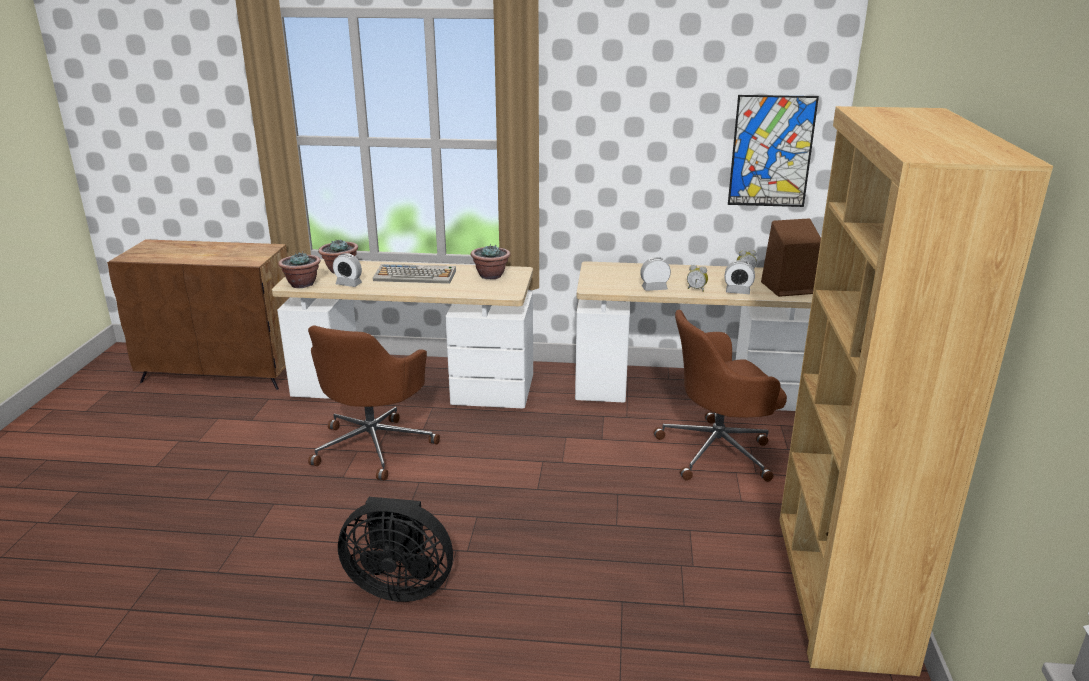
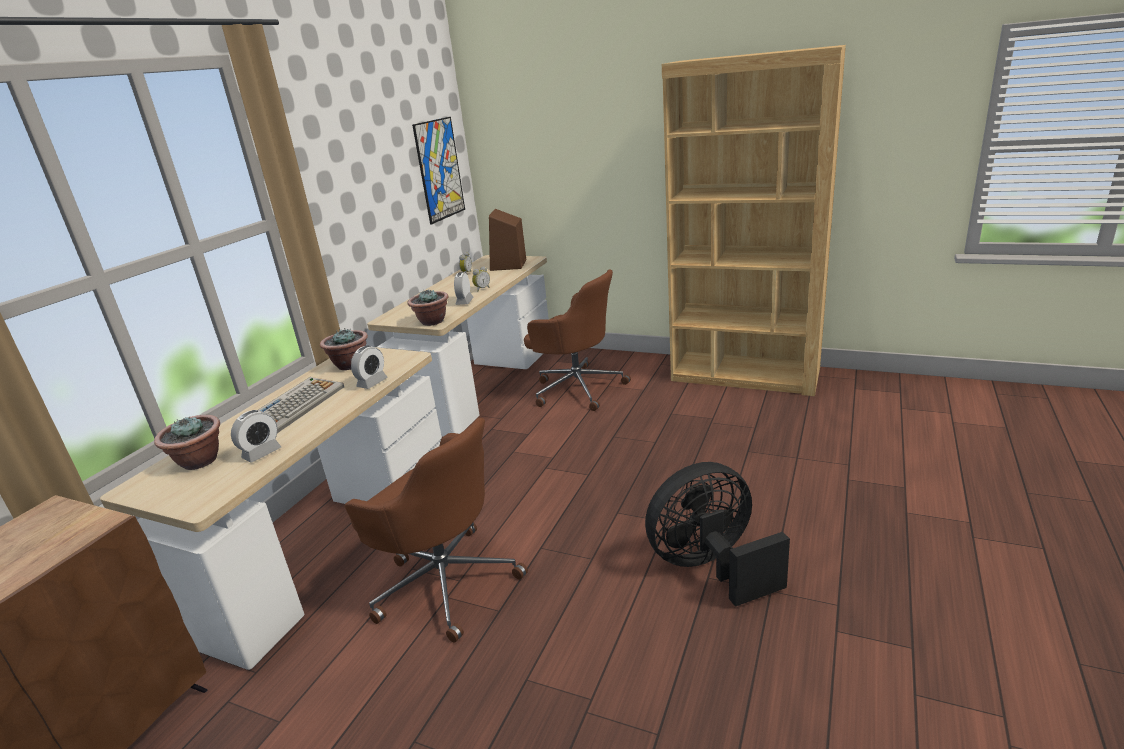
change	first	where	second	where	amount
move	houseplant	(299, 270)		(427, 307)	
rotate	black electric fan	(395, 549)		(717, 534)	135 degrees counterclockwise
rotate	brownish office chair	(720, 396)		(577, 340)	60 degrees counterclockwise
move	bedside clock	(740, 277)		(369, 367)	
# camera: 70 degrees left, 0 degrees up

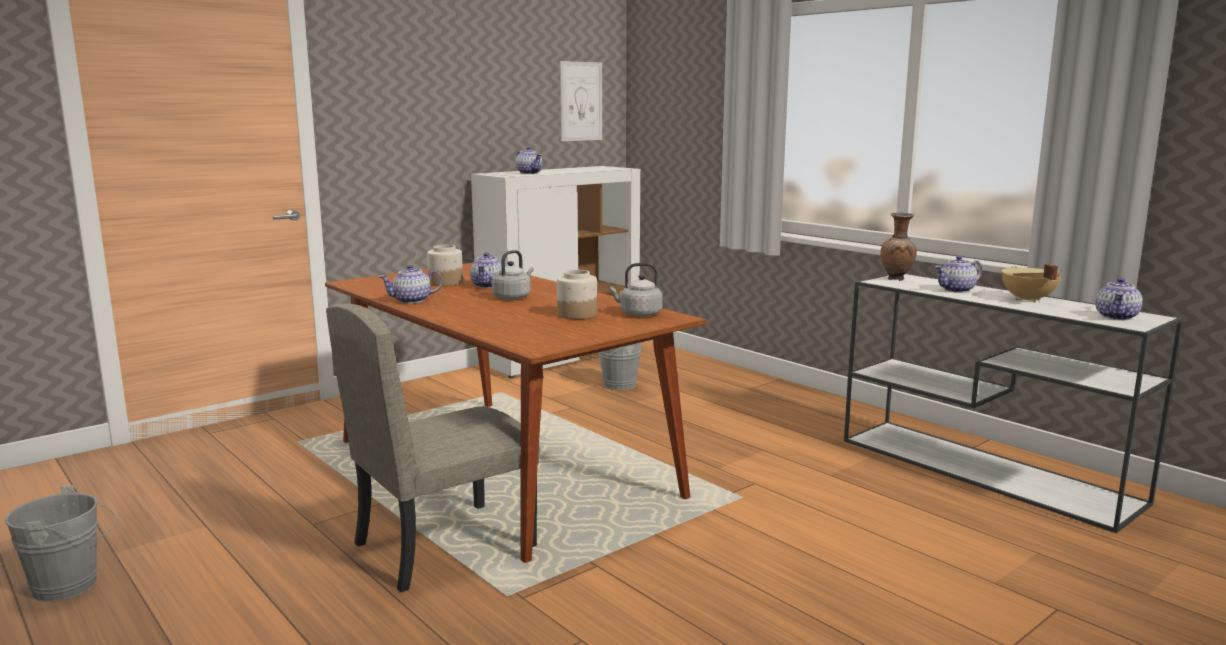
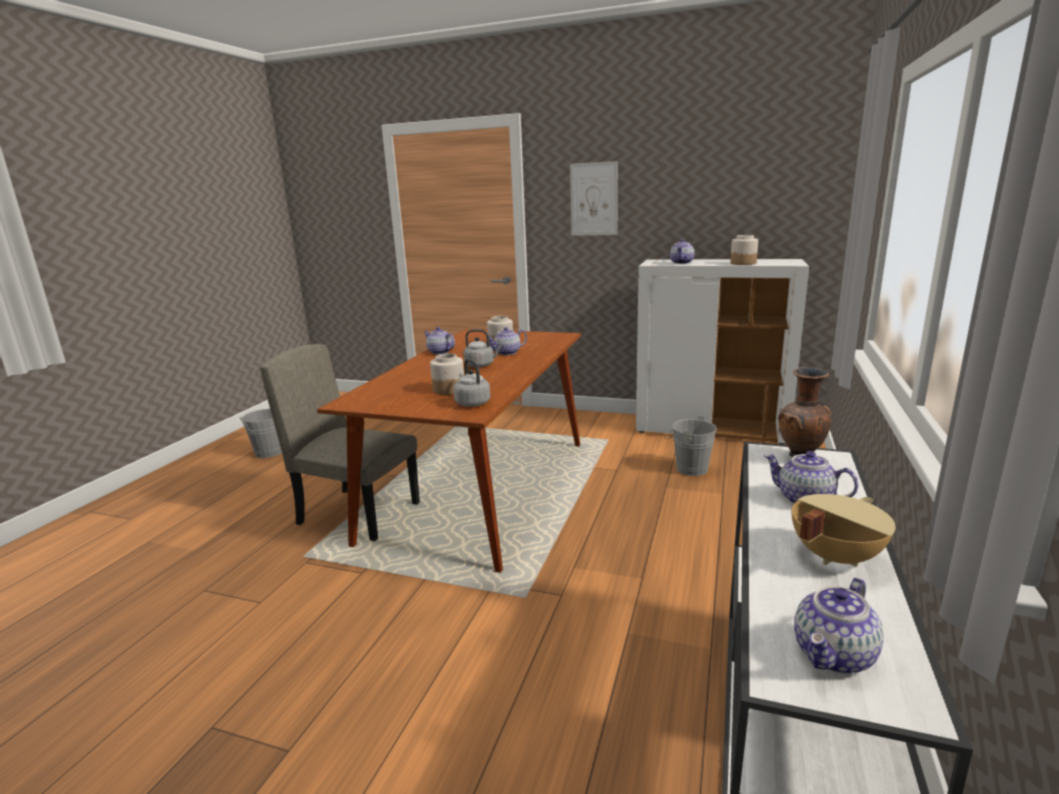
change	first	where	second	where	amount
move	wall picture	(581, 101)		(594, 198)	
rotate	pot for tea	(1119, 299)		(839, 626)	45 degrees counterclockwise
insert			preserve jar	(744, 250)	
# camera: 60 degrees right, 5 degrees up

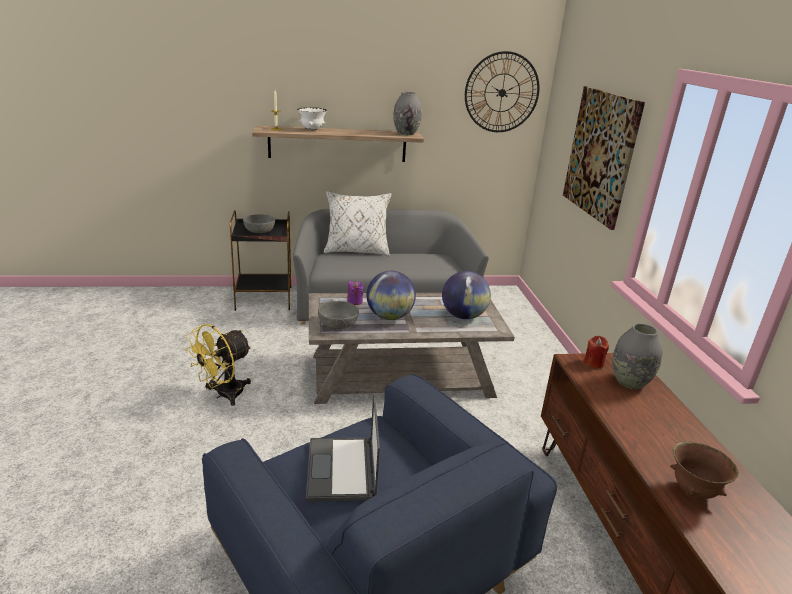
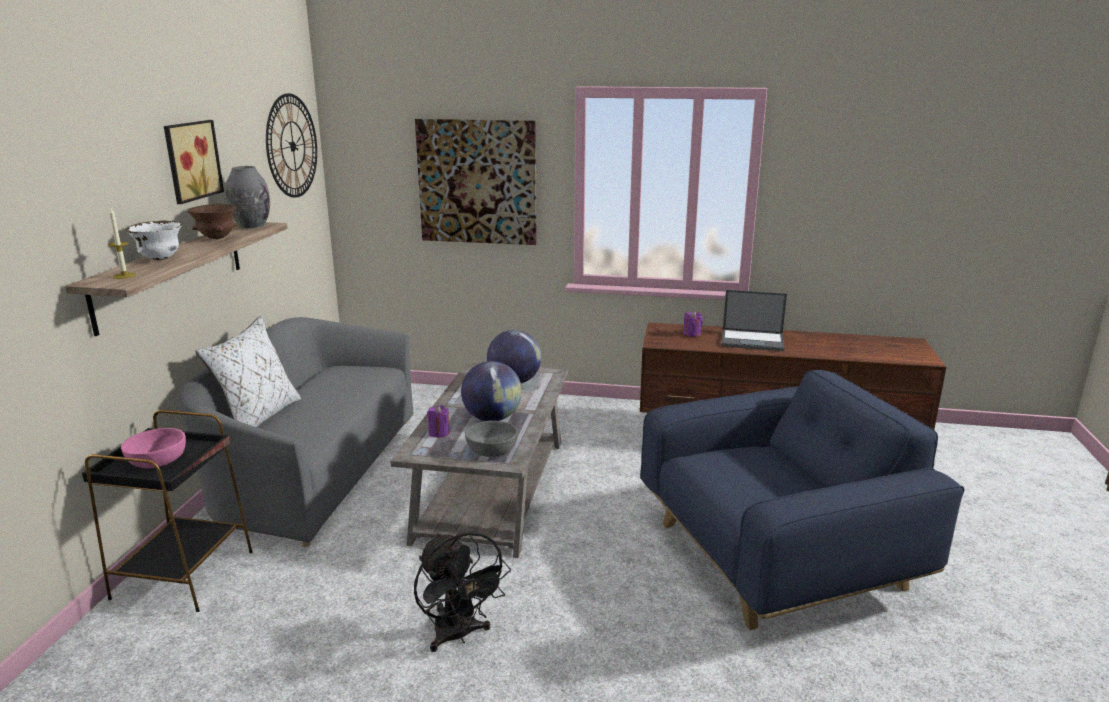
change	first	where	second	where	amount
recolor	yellow-coloured electric fan	(218, 365)	black electric fan	(462, 592)	
recolor	greyish deep dish	(259, 223)	pink deep dish	(153, 448)	
move	notebook computer	(343, 447)		(754, 320)	
delete	red-coloured wax candle	(596, 352)			
replace	greyish flower vase	(637, 356)	purple wax candle	(693, 324)	
move	brownish deep dish	(704, 470)		(212, 221)	
insert			wall picture	(194, 162)	
# camera: 70 degrees left, 5 degrees down

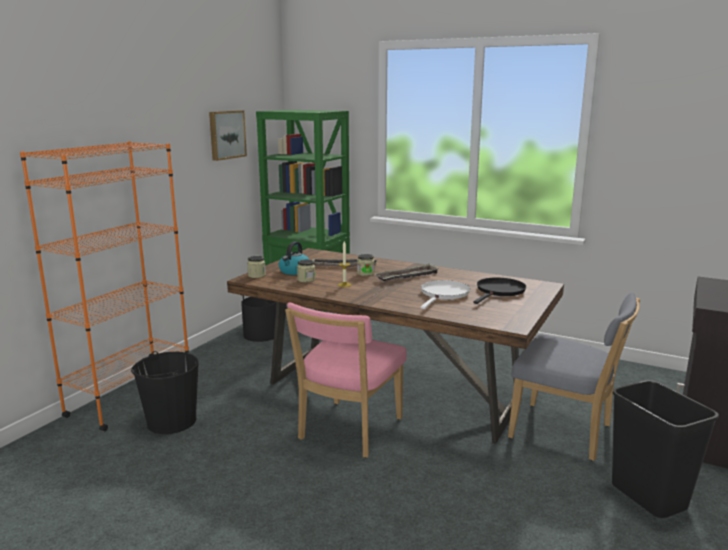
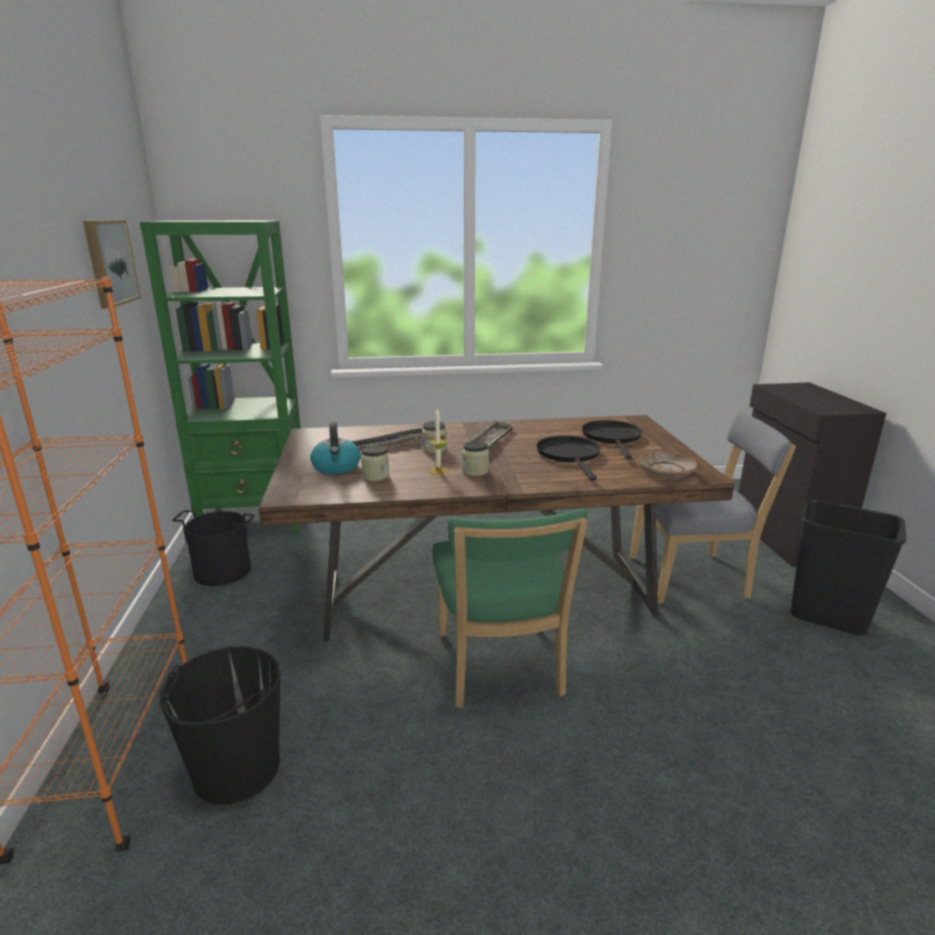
change	first	where	second	where	amount
move	preserve jar	(256, 267)		(475, 458)	
recolor	pink upright chair	(346, 380)	greenish upright chair	(510, 608)	
recolor	whitish frying pan	(445, 294)	black frying pan	(568, 458)	
insert			beige flat dish	(667, 465)	
# camera: 35 degrees left, 5 degrees up

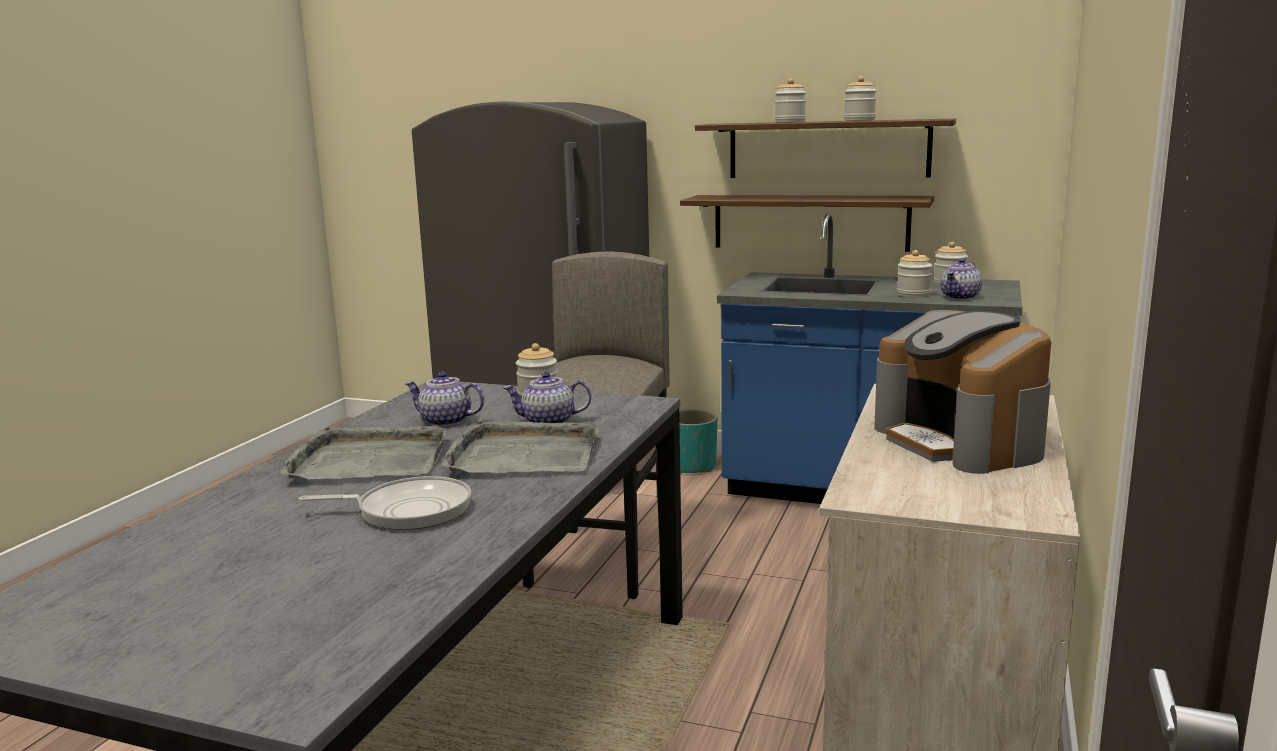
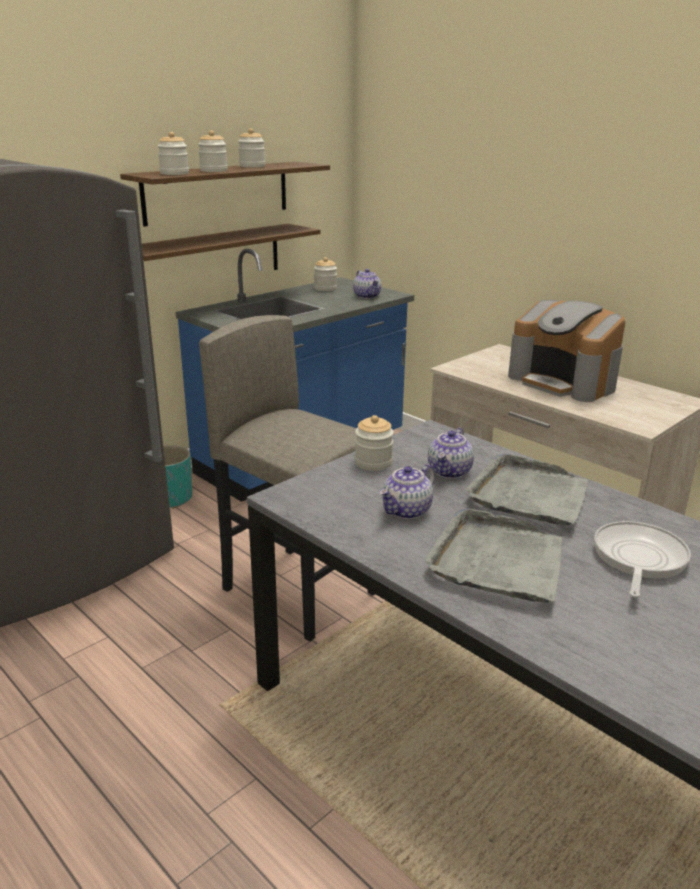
change	first	where	second	where	amount
rotate	coffee machine	(962, 392)		(566, 351)	45 degrees clockwise
move	preserve jar	(914, 273)		(173, 153)	
# camera: 65 degrees left, 10 degrees up

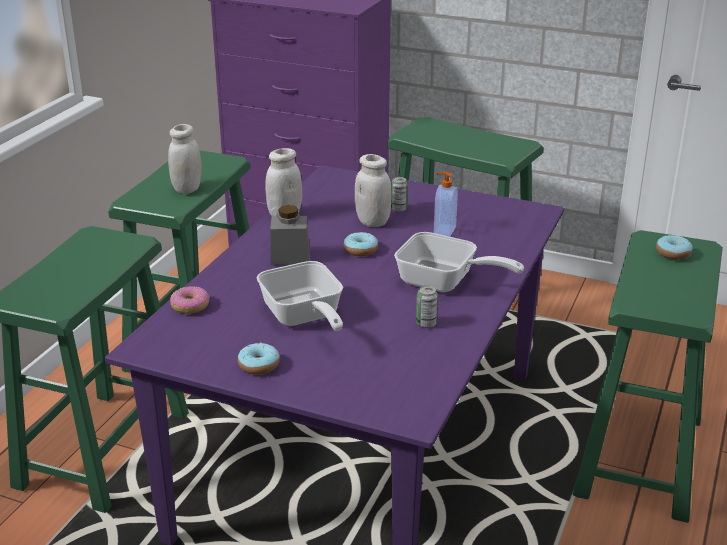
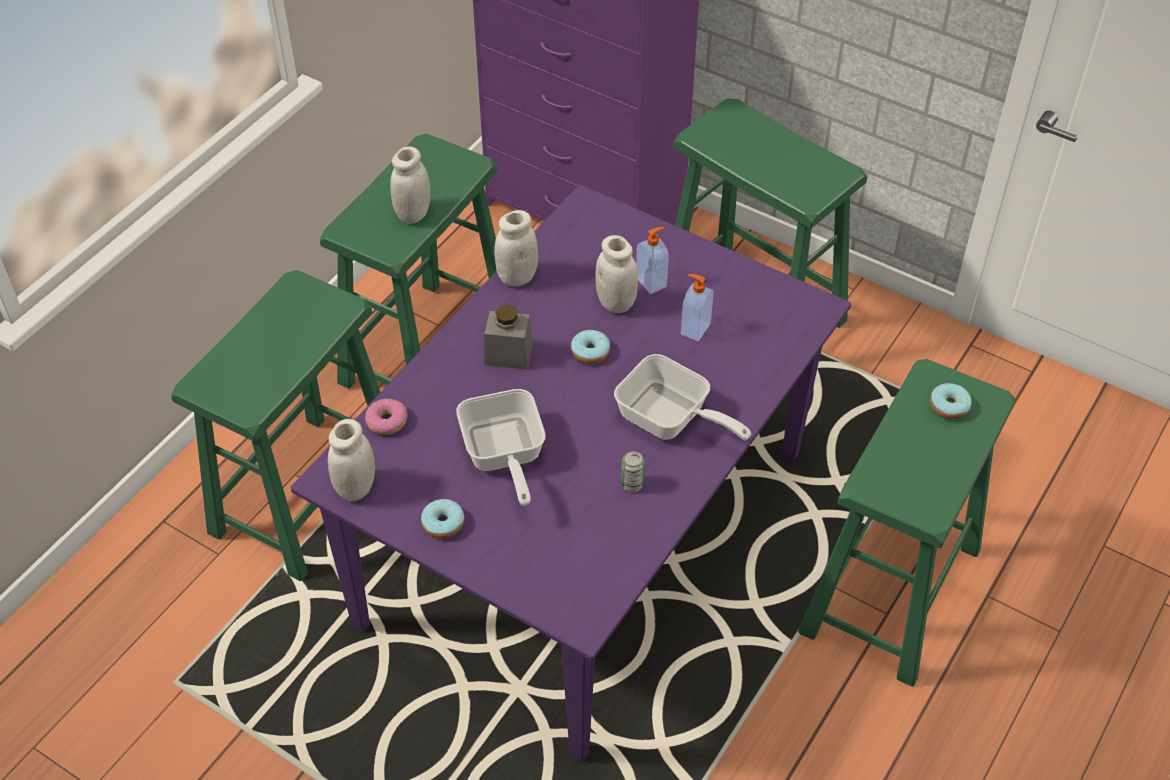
change	first	where	second	where	amount
replace	can	(399, 194)	soap bottle	(652, 260)	
insert			whitish preserve jar	(351, 460)	
# camera: 10 degrees right, 20 degrees up

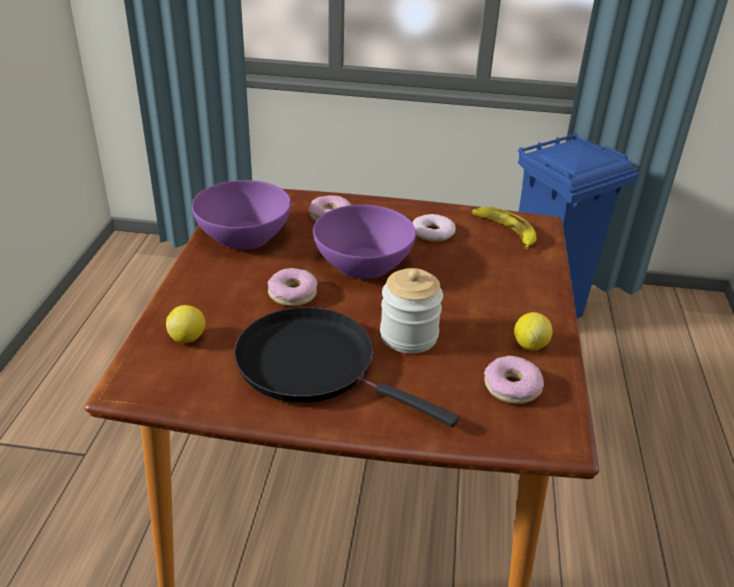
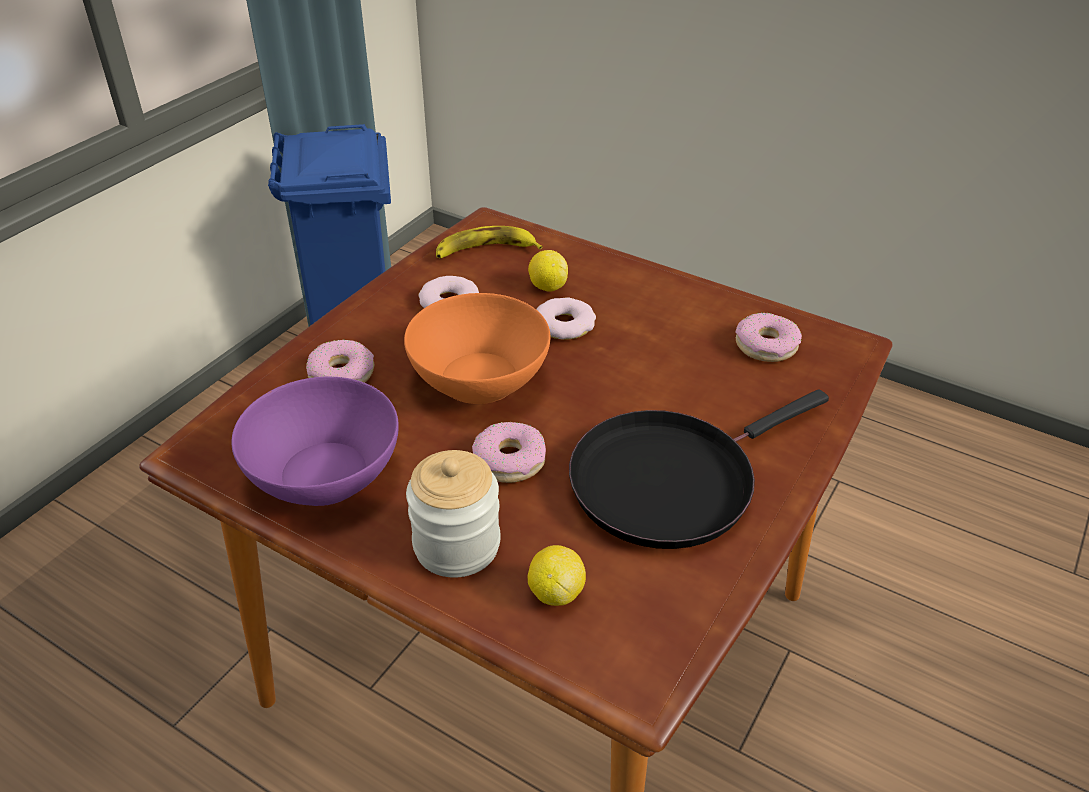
change	first	where	second	where	amount
recolor	purple deep dish	(364, 242)	orange deep dish	(477, 348)	
move	preserve jar	(411, 311)		(453, 514)	
move	citrus fruit	(533, 331)		(548, 271)	
insert			donut	(566, 318)	
# camera: 65 degrees left, 5 degrees up

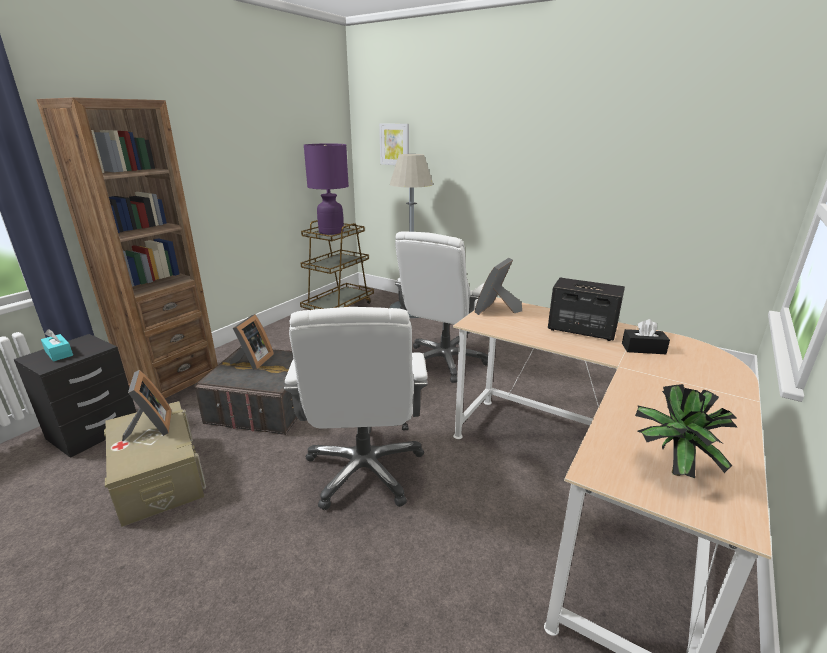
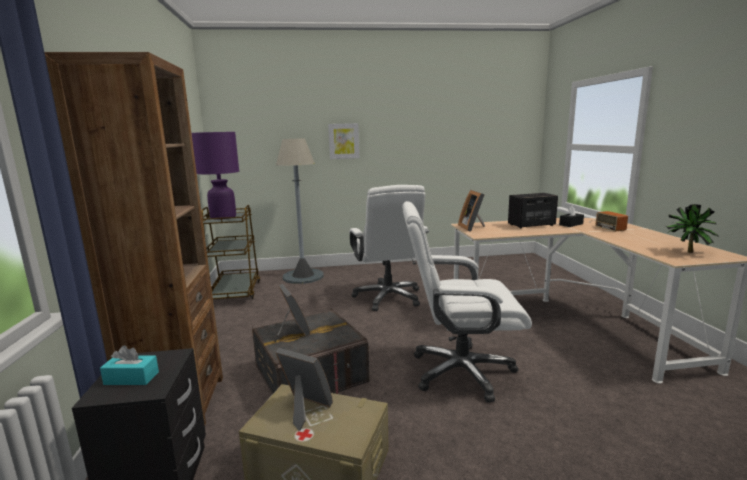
change	first	where	second	where	amount
rotate	whitish office chair	(356, 408)		(467, 301)	135 degrees clockwise
move	wall picture	(394, 144)		(343, 141)	
insert			radio	(608, 221)	
# camera: 40 degrees left, 10 degrees down

